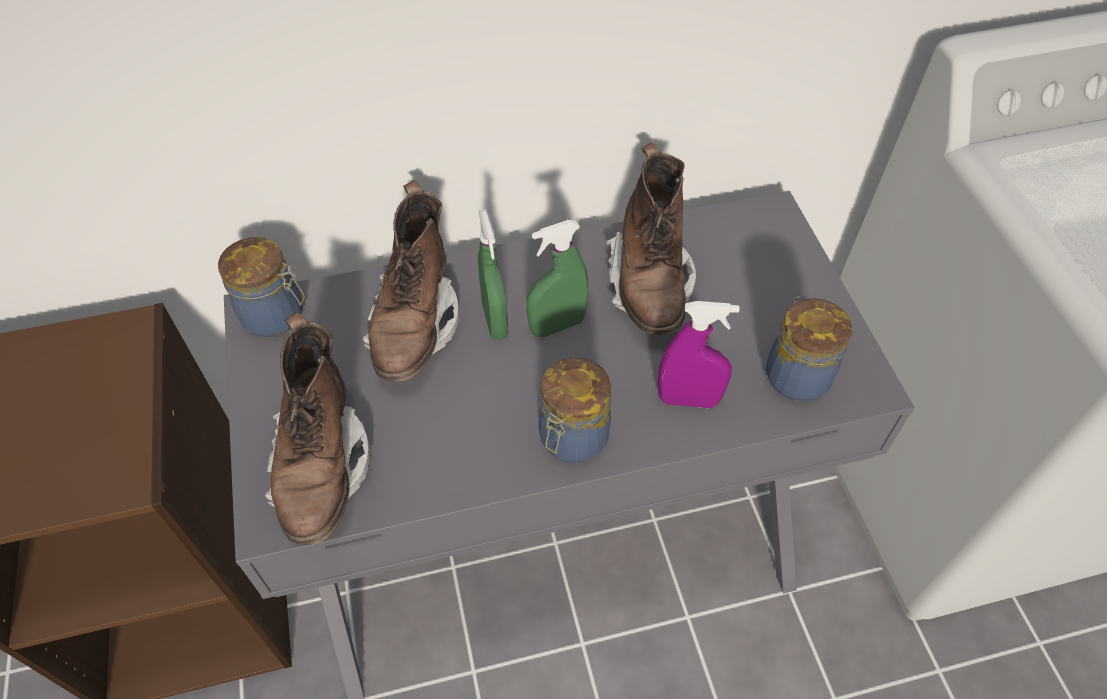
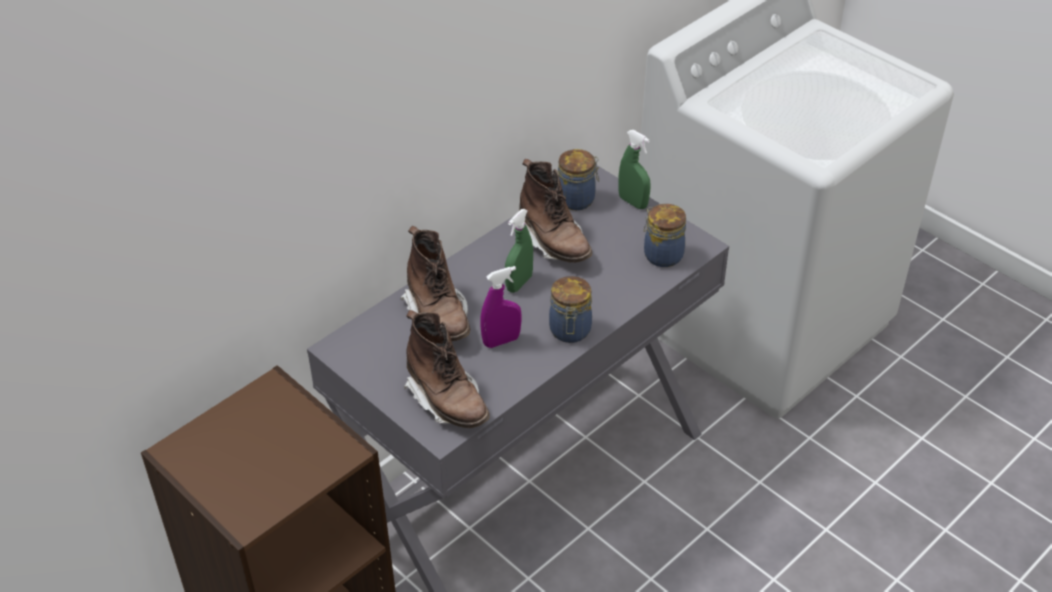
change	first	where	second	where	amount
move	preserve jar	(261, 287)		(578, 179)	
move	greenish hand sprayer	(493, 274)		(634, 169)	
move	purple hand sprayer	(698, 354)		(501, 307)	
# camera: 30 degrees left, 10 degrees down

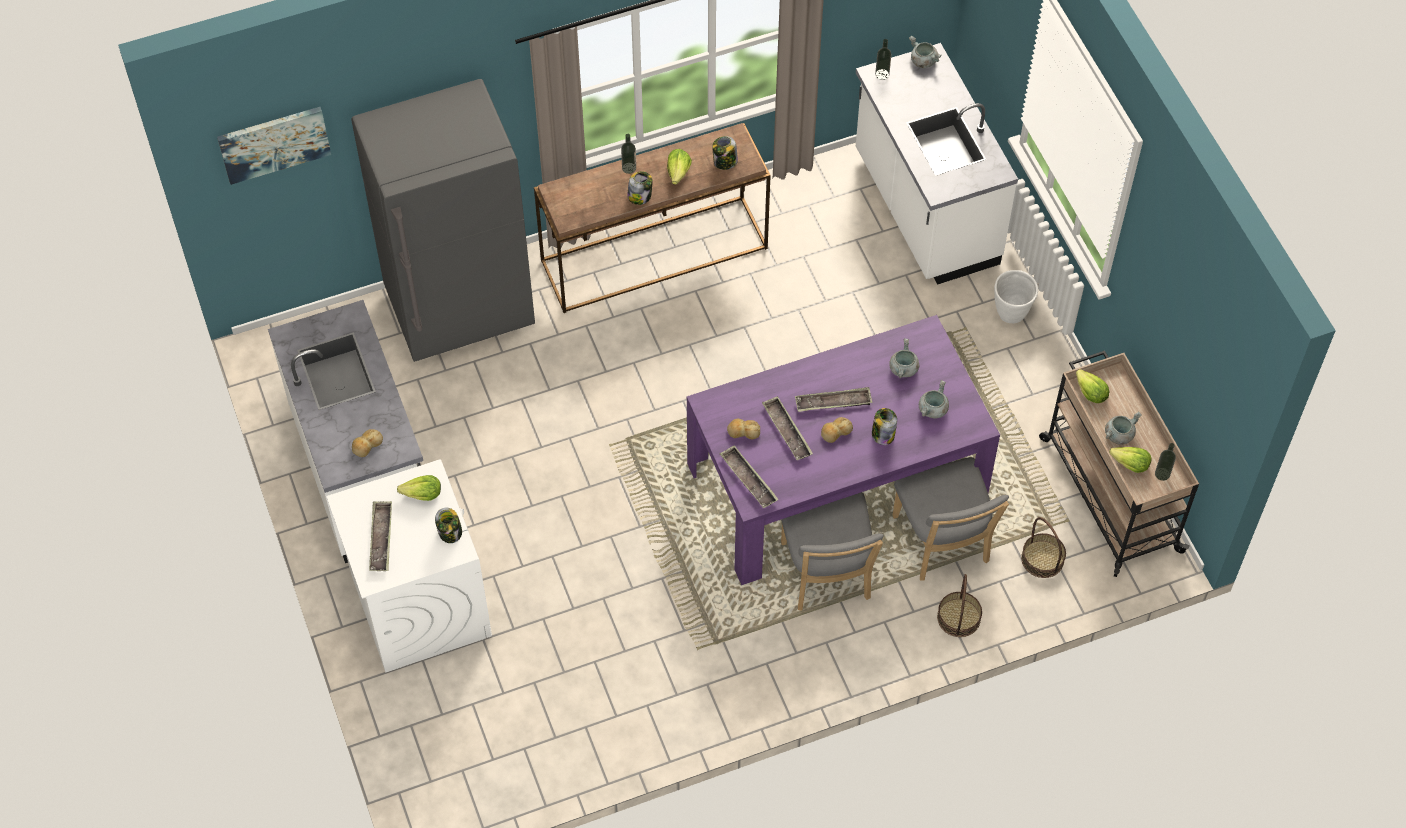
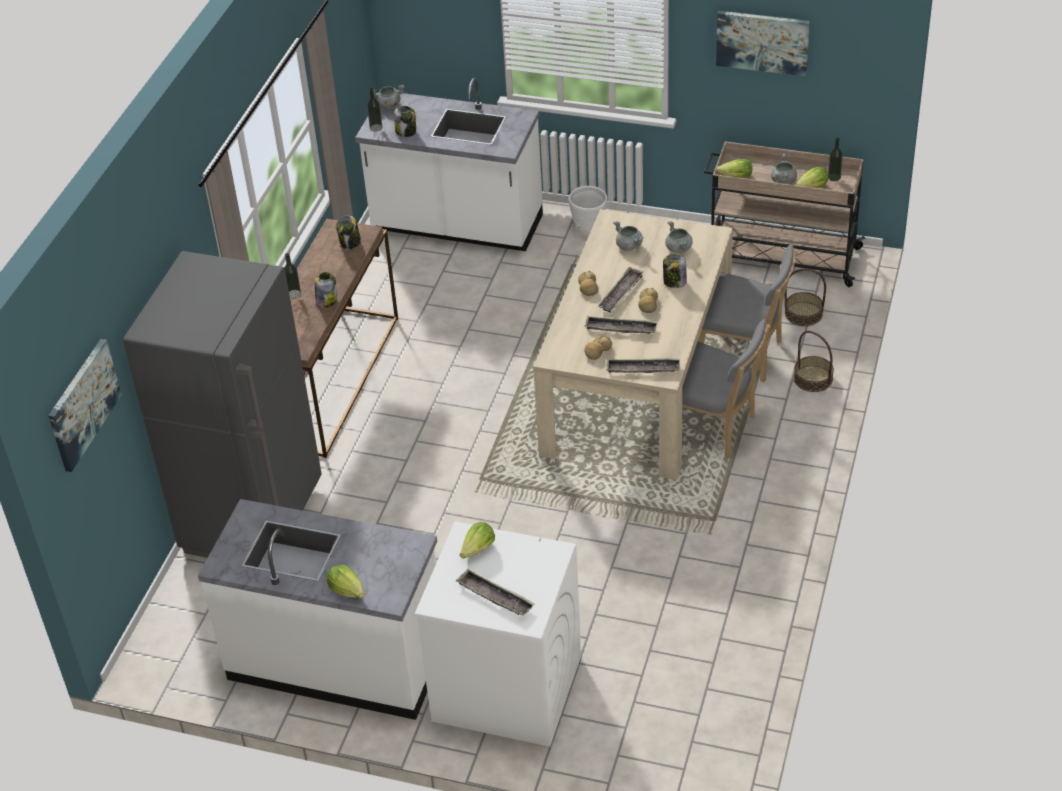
change	first	where	second	where	amount
move	baked bread	(367, 443)		(588, 283)	
move	preserve jar	(448, 525)		(405, 121)	
move	head of lettuce	(679, 167)		(345, 581)	
recolor	purple kitchen table	(843, 450)	beige kitchen table	(633, 344)	
insert			wall picture	(763, 43)	
# camera: 50 degrees left, 15 degrees down

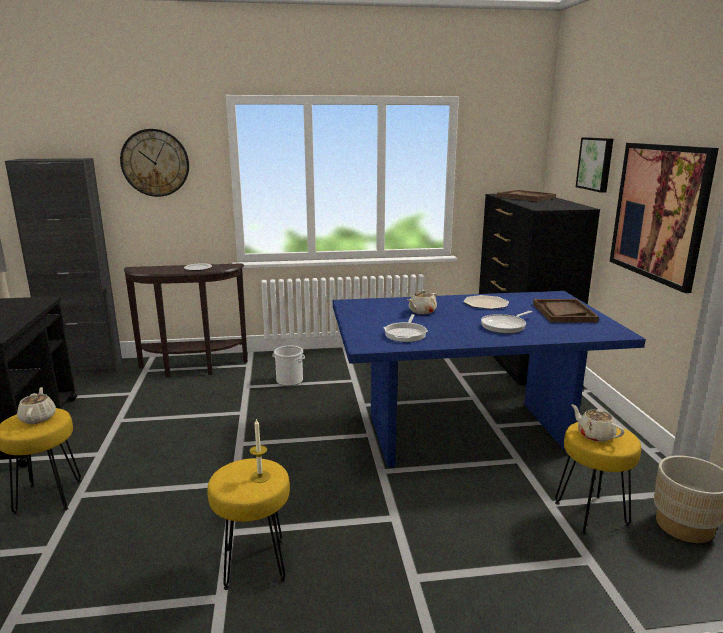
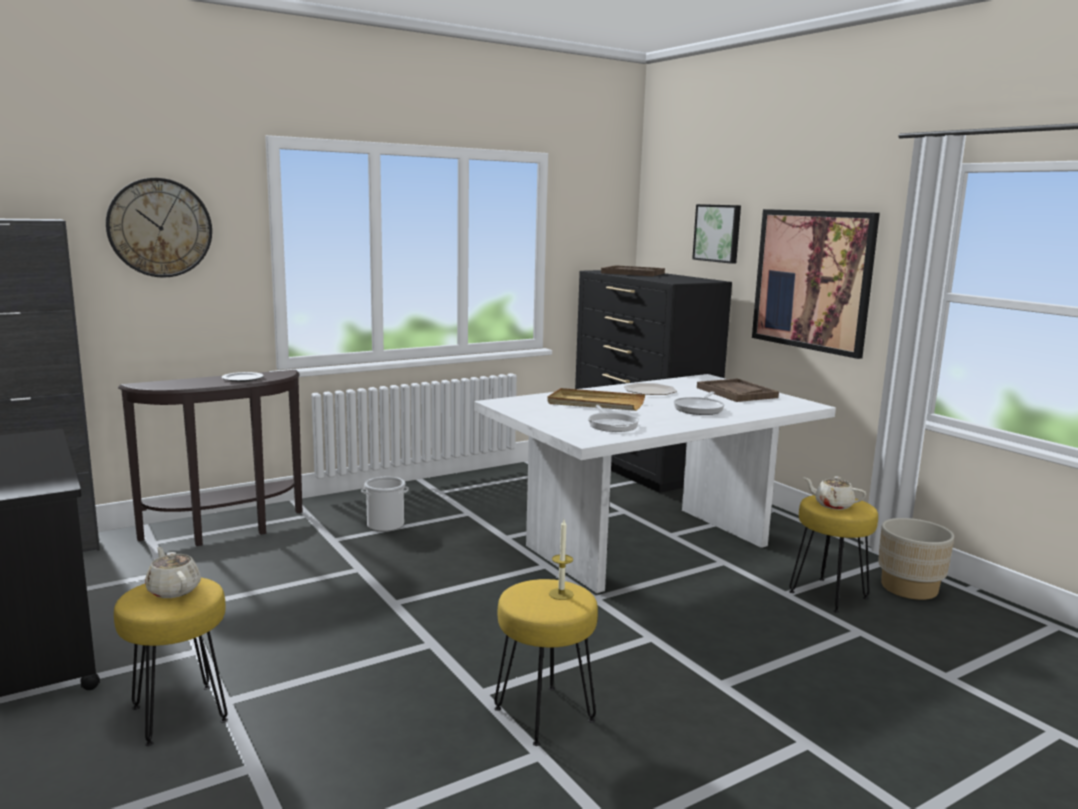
change	first	where	second	where	amount
recolor	blue kitchen table	(489, 379)	whitish kitchen table	(655, 483)	
replace	beige pot for tea	(422, 302)	beige carrying tray	(596, 399)	
# camera: 25 degrees left, 5 degrees down

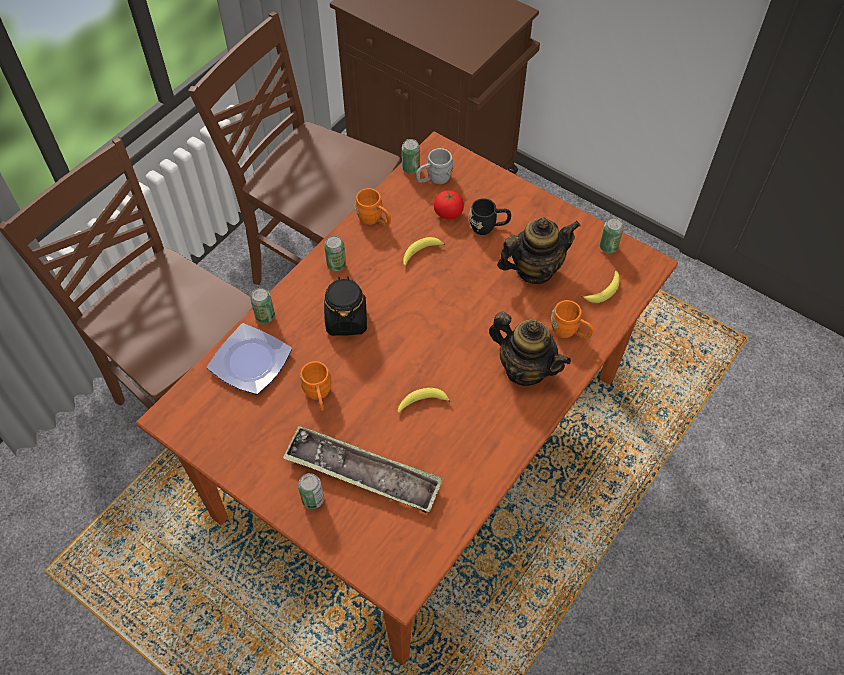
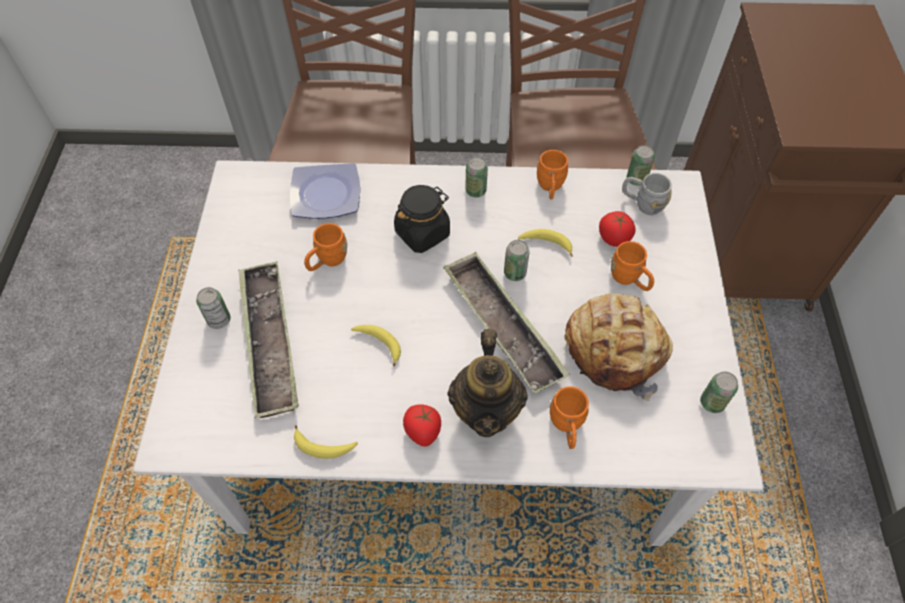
change	first	where	second	where	amount
recolor	brownish kitchen table	(407, 398)	whitish kitchen table	(448, 353)	
move	can	(262, 305)		(517, 260)	
recolor	black mug	(489, 216)	orange mug	(632, 266)	
replace	pot for tea	(539, 251)	baked bread	(618, 347)	
move	banana	(600, 287)		(326, 442)	
insert			whole tomato	(422, 425)	
insert			carrying tray	(506, 322)	
# camera: 55 degrees right, 0 degrees up

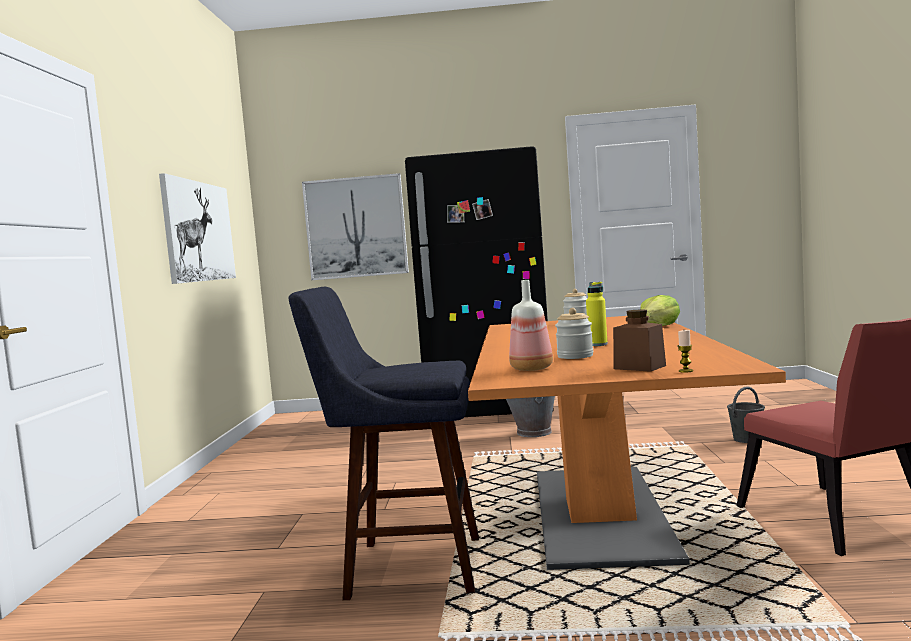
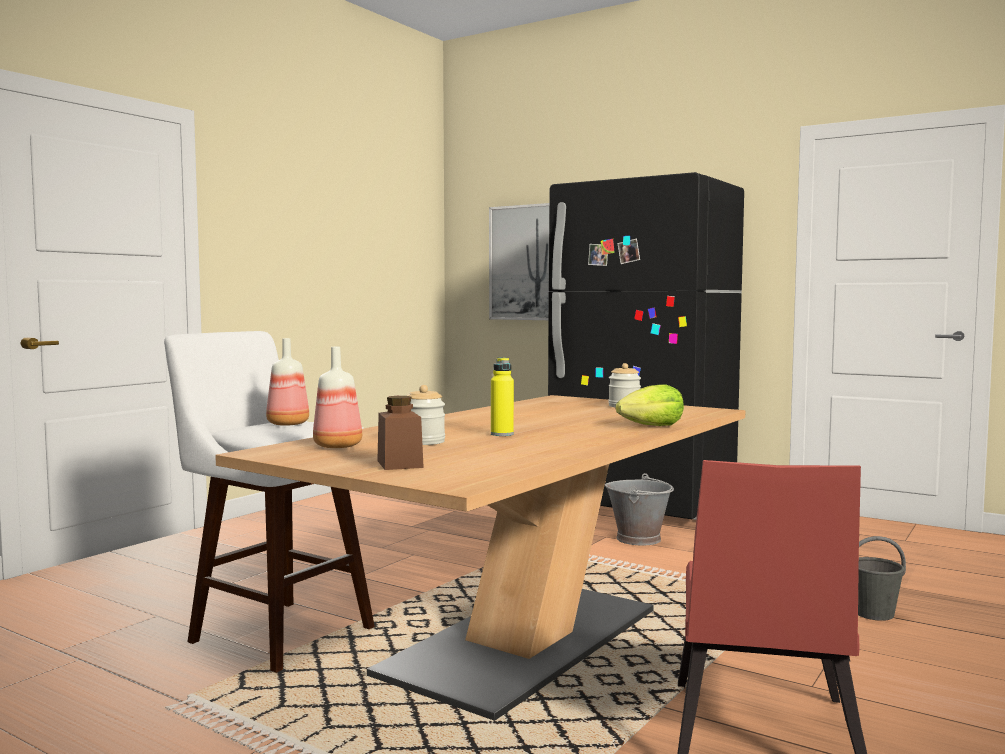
change	first	where	second	where	amount
delete	wall picture	(197, 228)			
recolor	blue stool seat	(383, 443)	whitish stool seat	(269, 502)	
recolor	orange kitchen table	(627, 443)	beige kitchen table	(480, 558)	
delete	wax candle	(685, 351)			
insert			beverage bottle	(287, 382)	
# camera: 30 degrees right, 0 degrees up

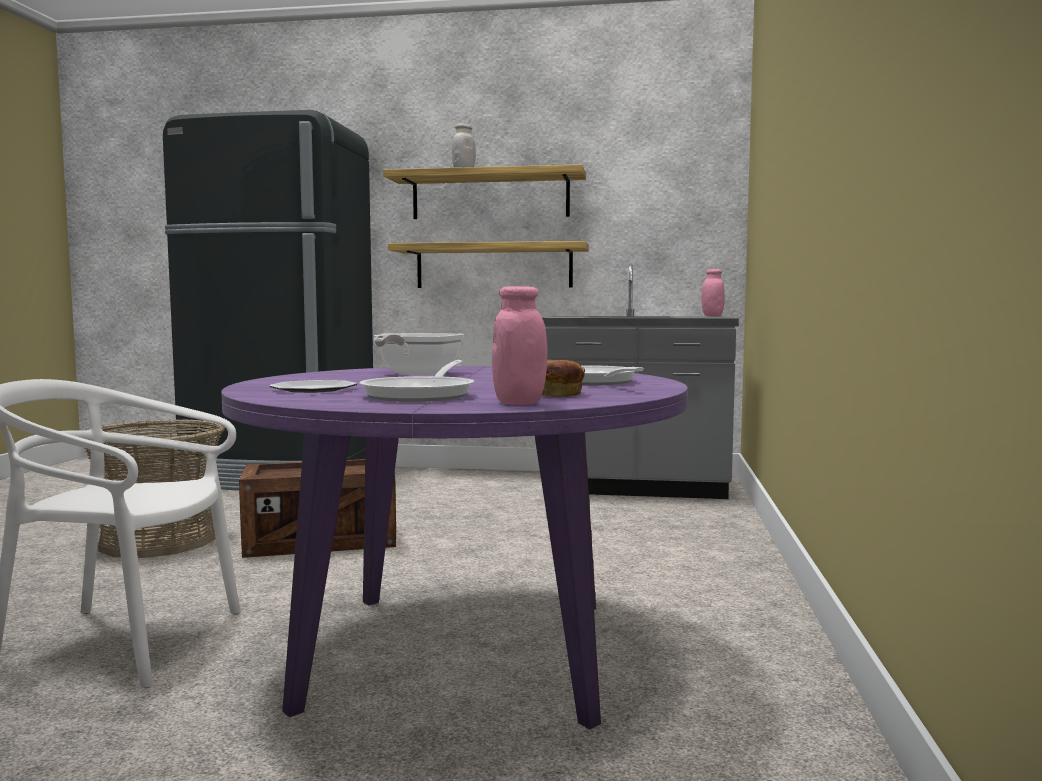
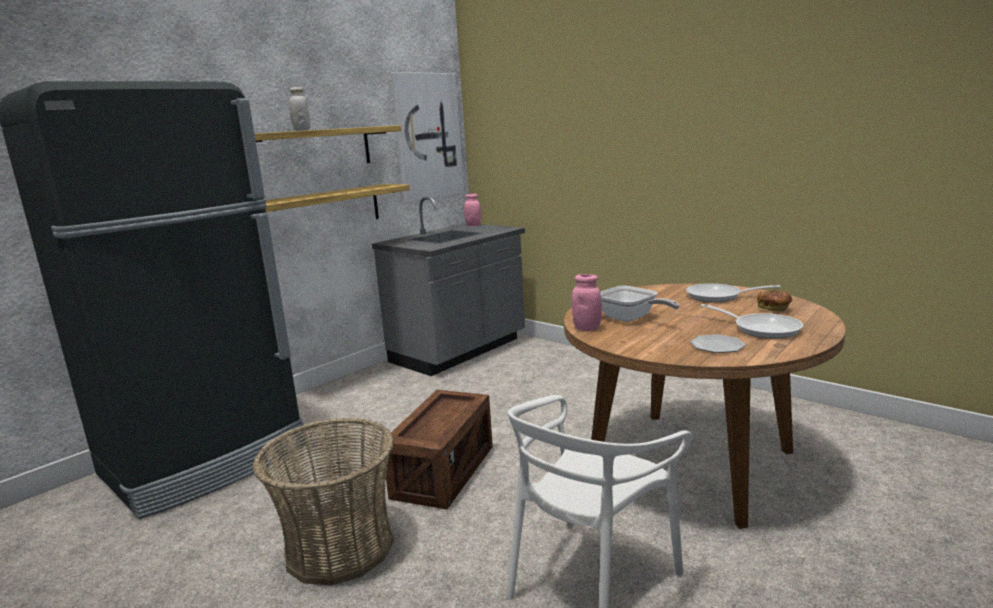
change	first	where	second	where	amount
recolor	purple kitchen table	(454, 548)	brownish kitchen table	(705, 406)	
move	pink preserve jar	(519, 345)		(587, 302)	
insert			wall picture	(427, 137)	
# camera: 55 degrees left, 10 degrees up

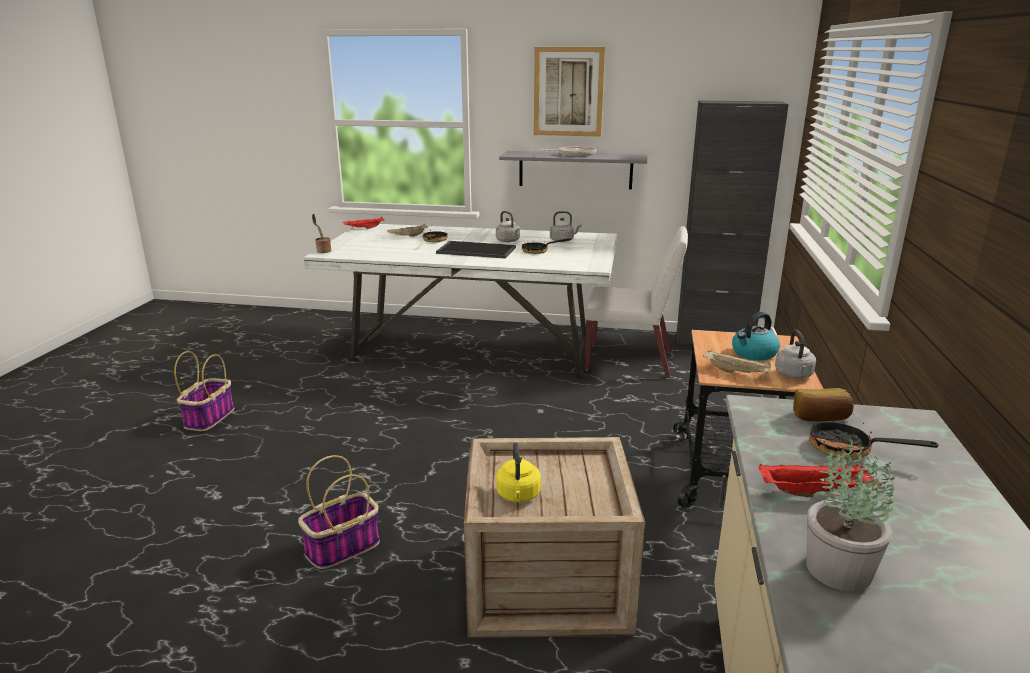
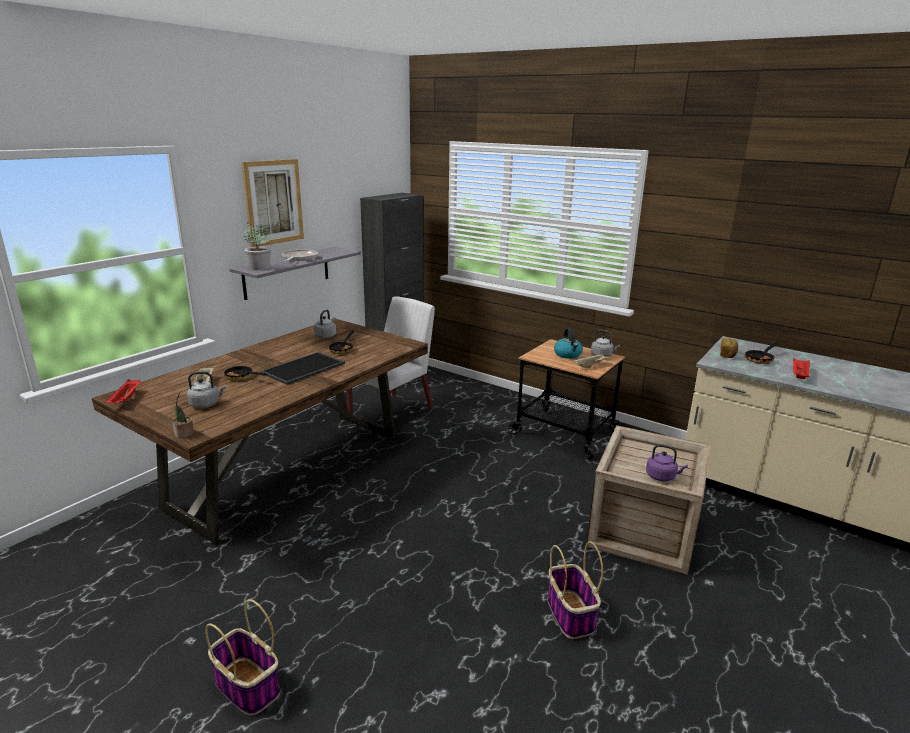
change	first	where	second	where	amount
recolor	whitish kitchen table	(460, 300)	brownish kitchen table	(260, 431)	
move	greyish water kettle	(508, 226)		(206, 389)	
recolor	yellow-coloured water kettle	(518, 472)	purple water kettle	(667, 462)	
move	houseplant	(850, 514)		(257, 246)	
# camera: 65 degrees left, 0 degrees up

